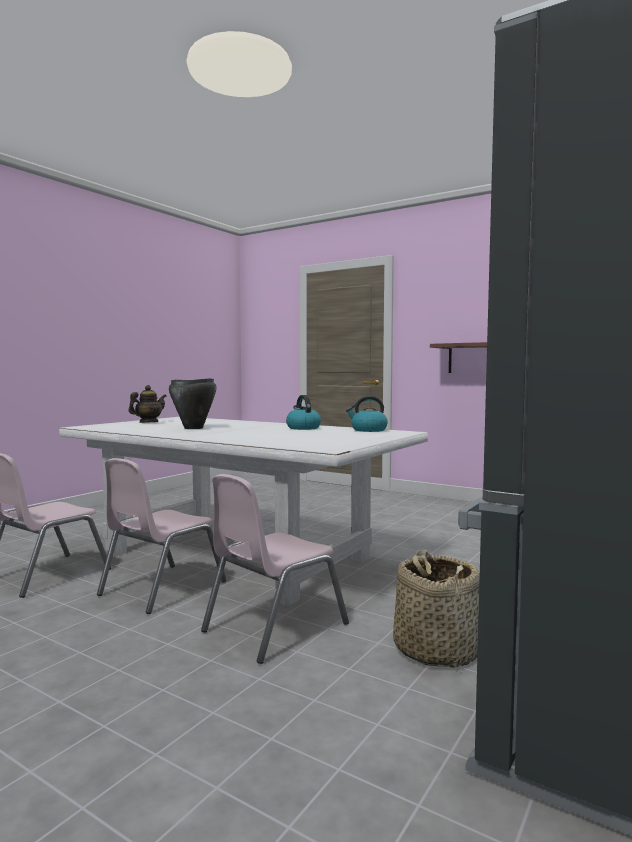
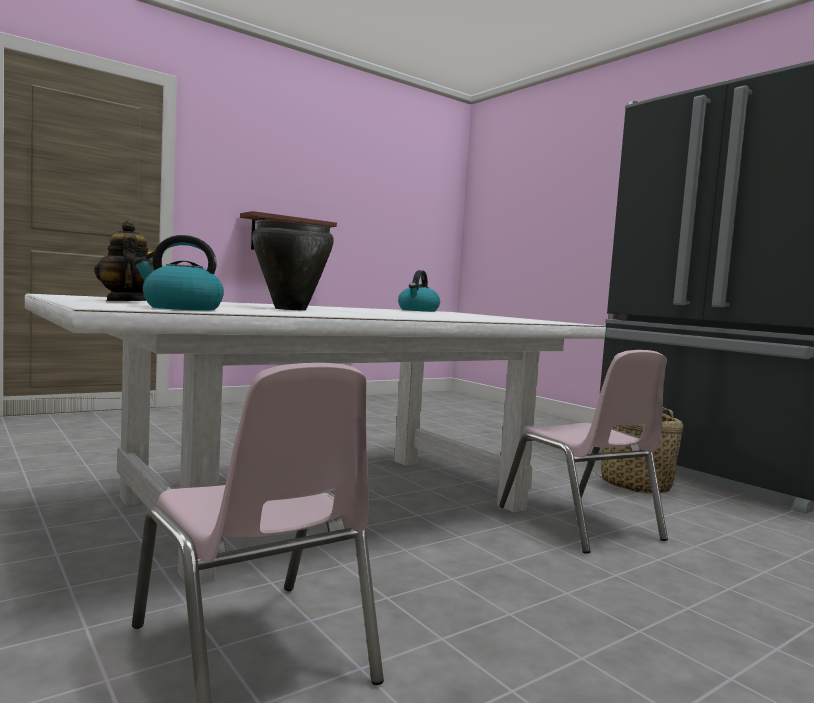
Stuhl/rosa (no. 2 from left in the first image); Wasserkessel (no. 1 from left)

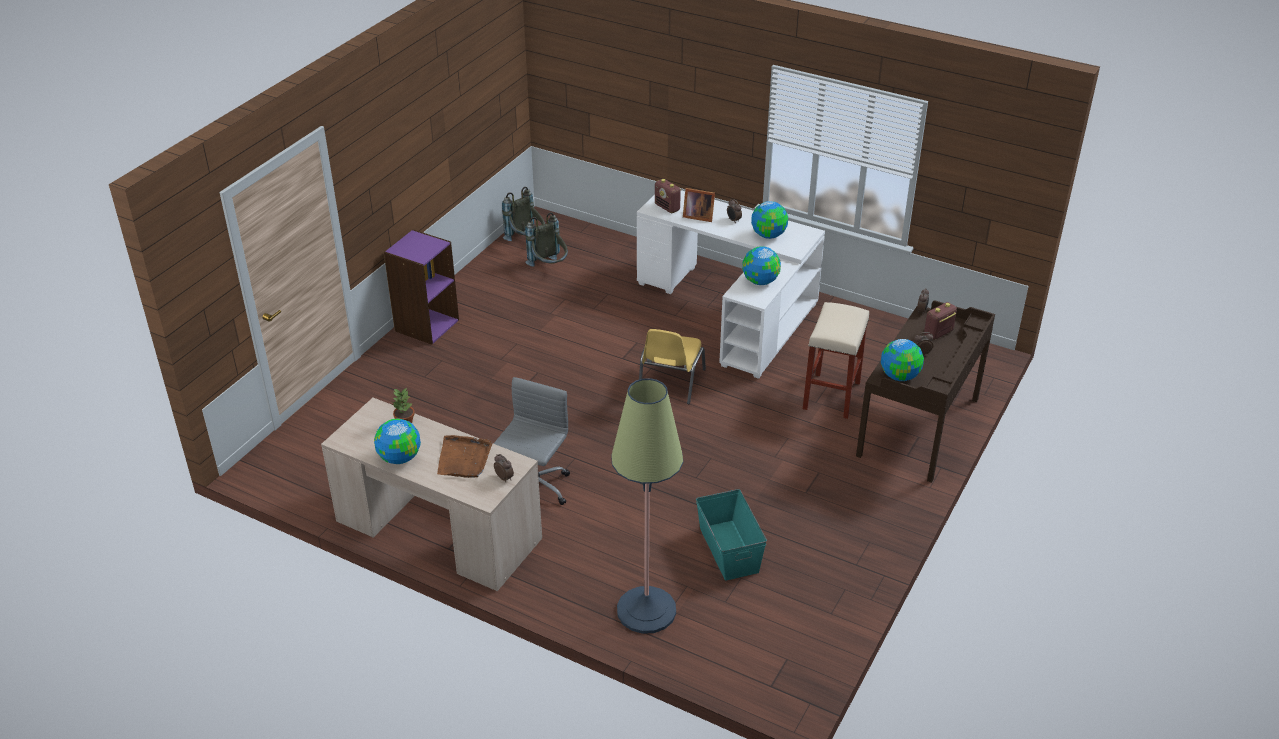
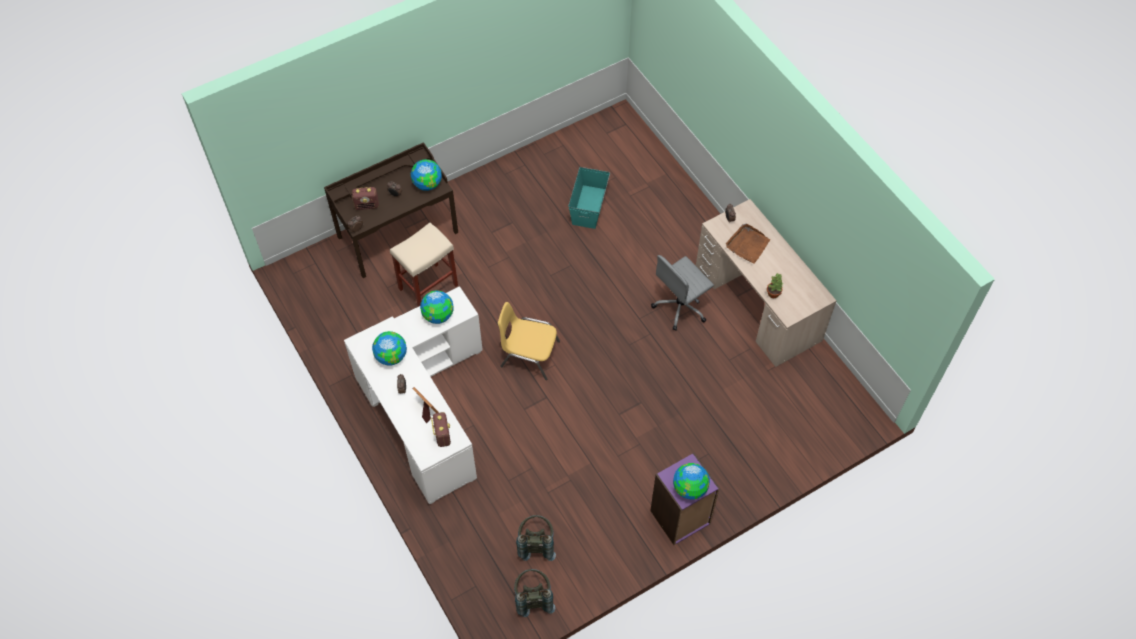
Stehlampe; Globus (no. 4 from left); Stuhl/gelb

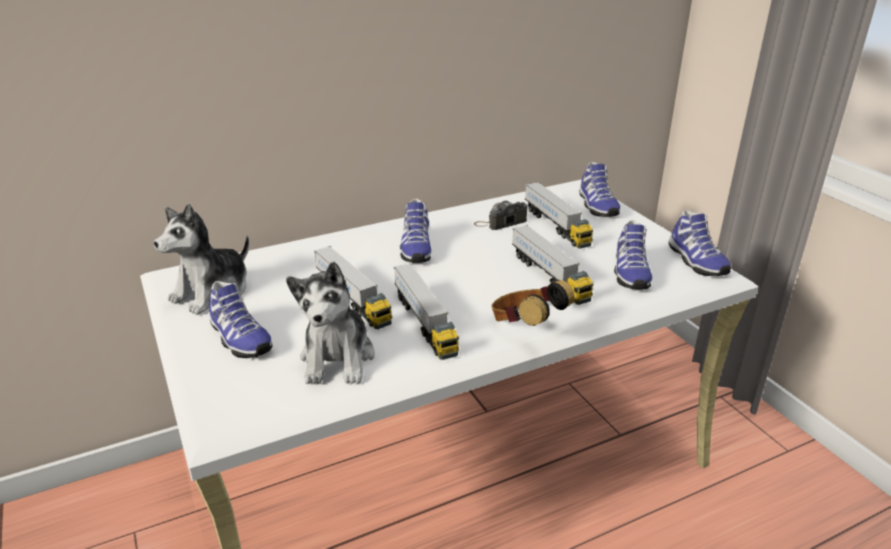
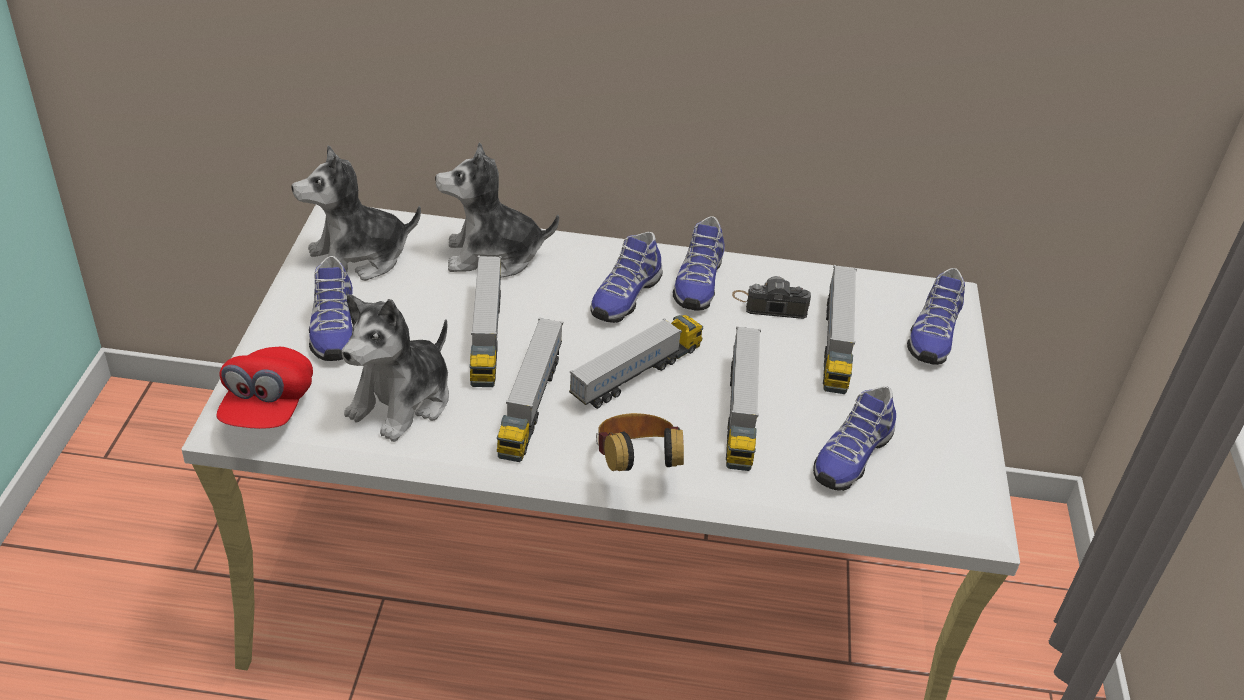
Kappe/rot; Plüschtier (no. 3 from left); Spielzeuglaster (no. 3 from left); Schuh (no. 3 from left)

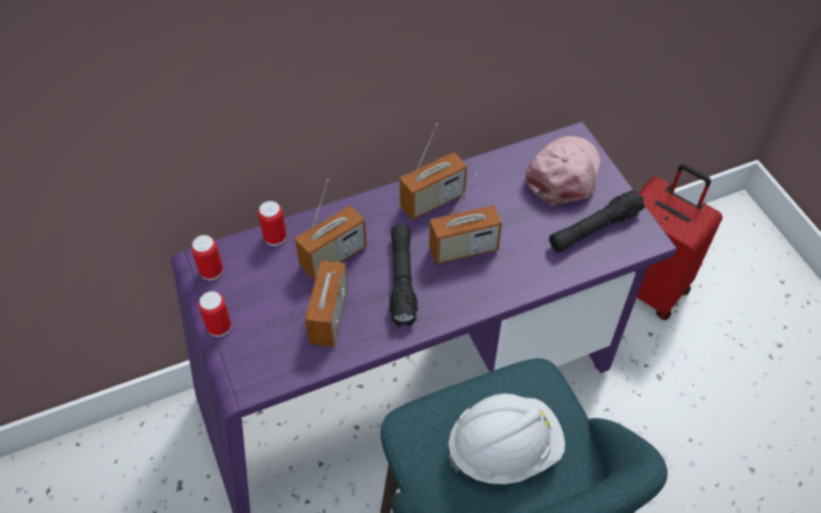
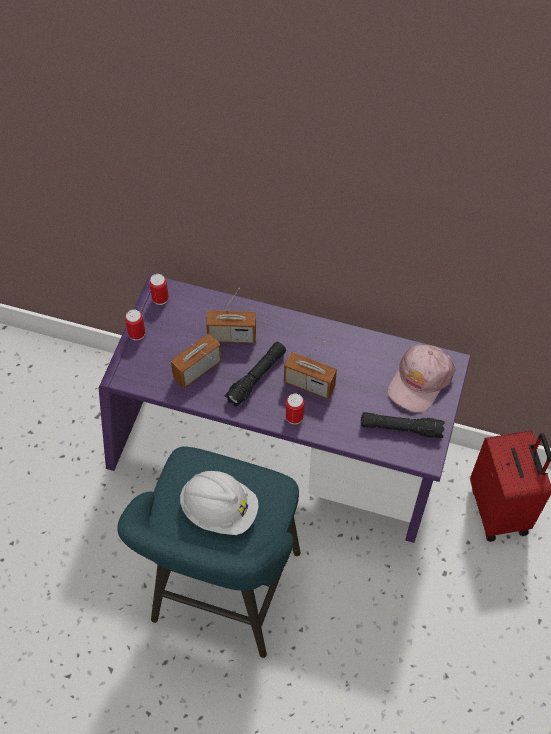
Radio (no. 3 from left in the first image); Dose (no. 3 from left); Kappe/rosa

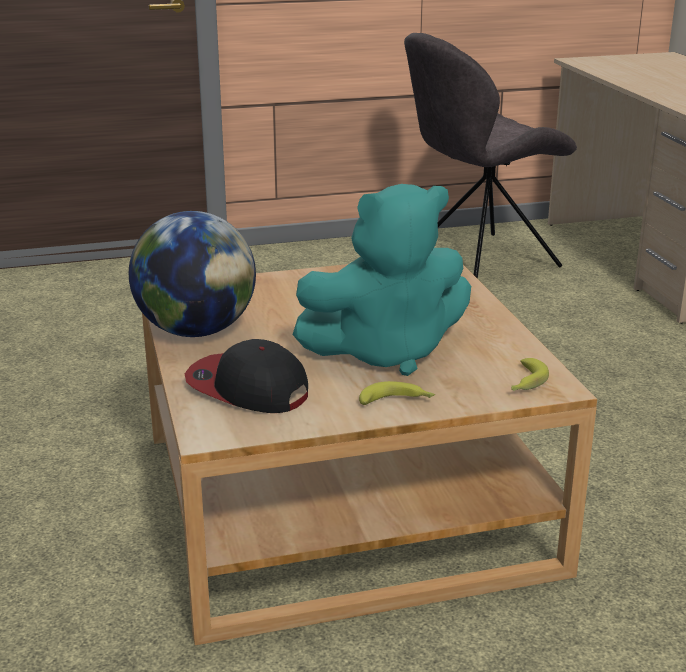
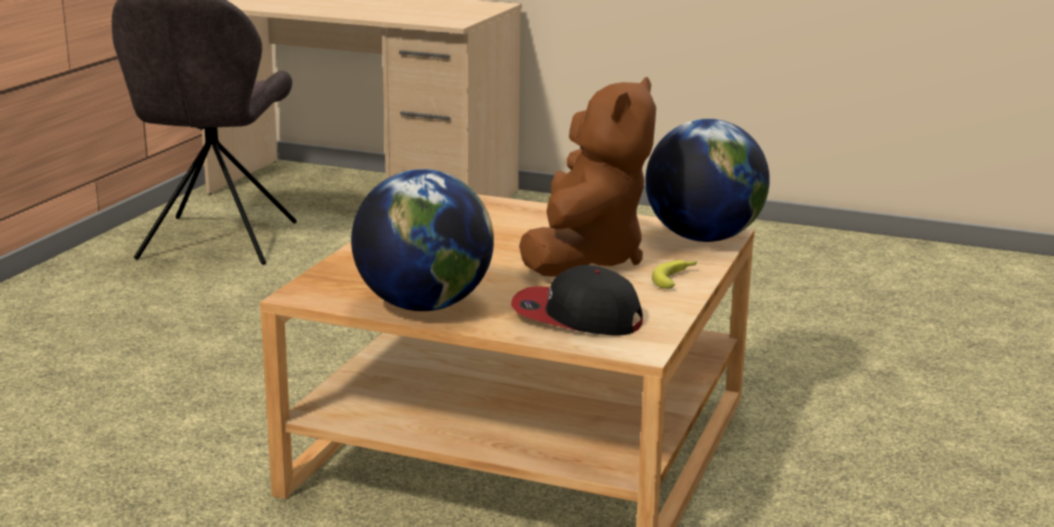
Globus (no. 2 from left); Plüschtier/braun; Kappe

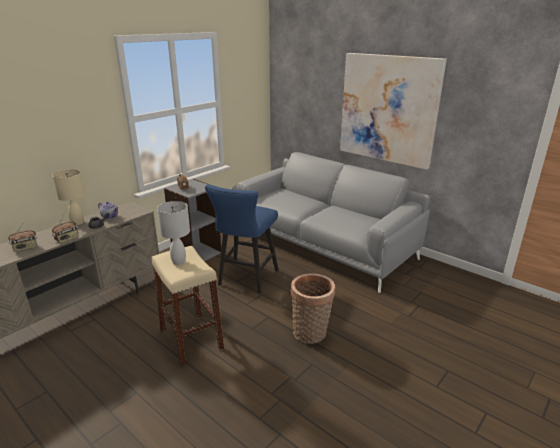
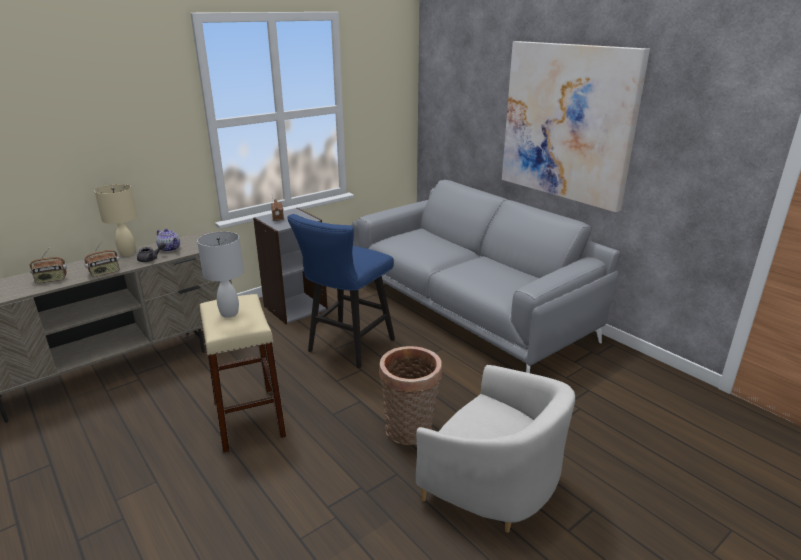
Sessel/weiß

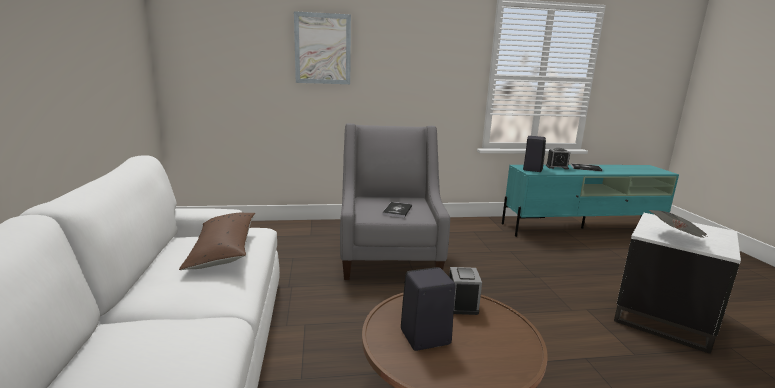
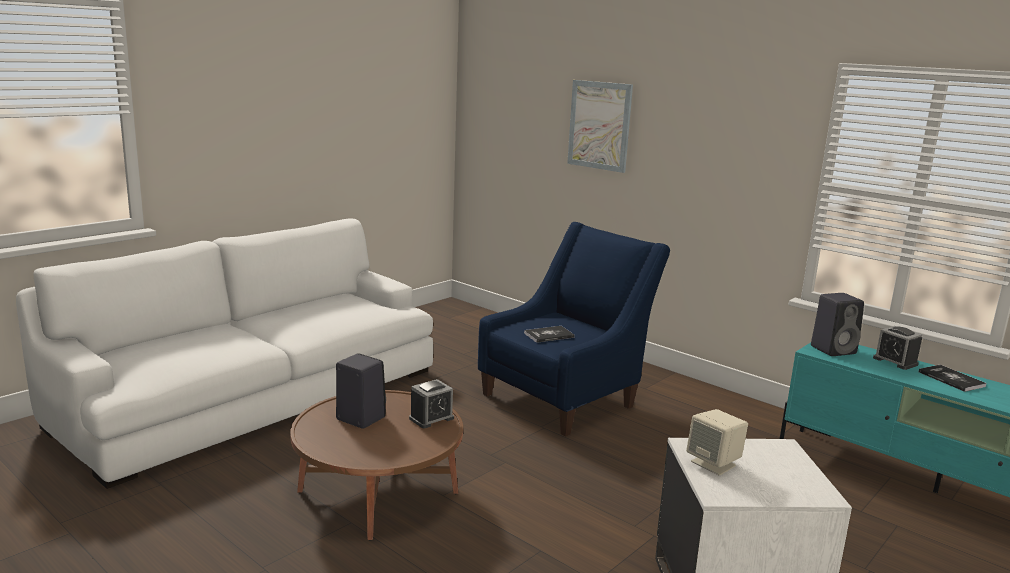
Kissen/braun; Lautsprecher/beige; Sessel/blau

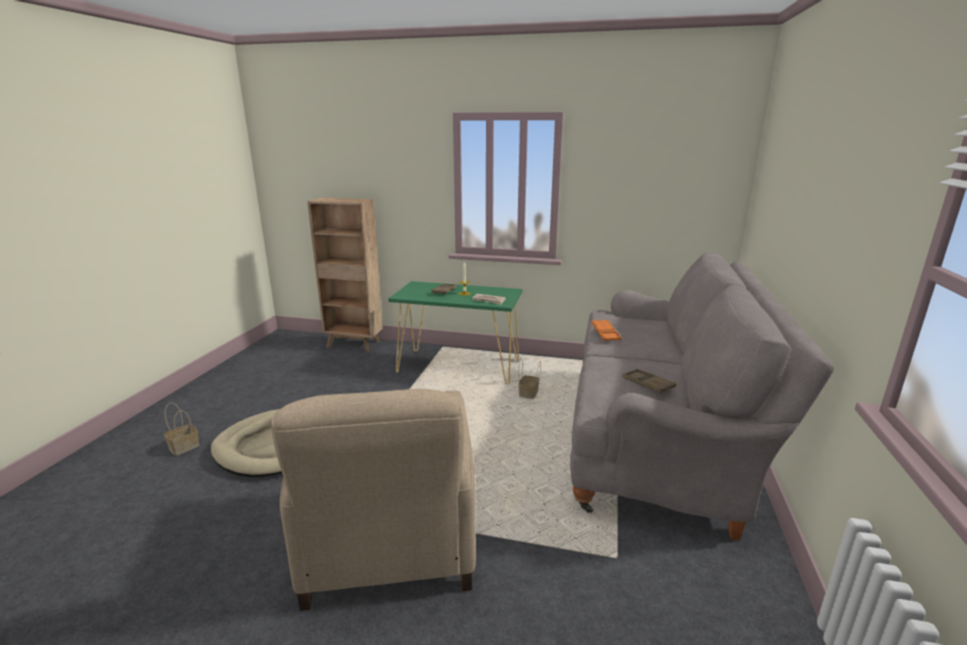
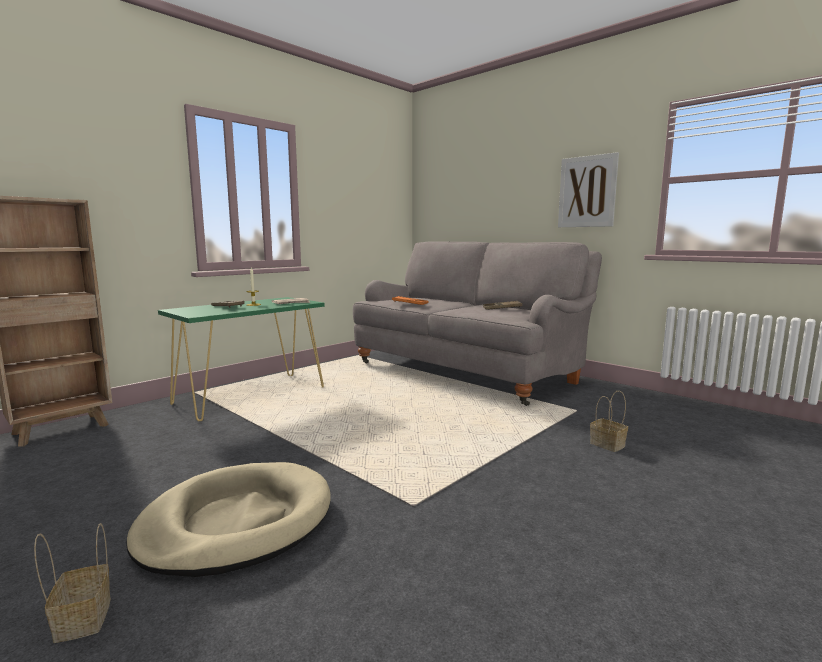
Sessel/beige; Bild; Korb (no. 2 from left)

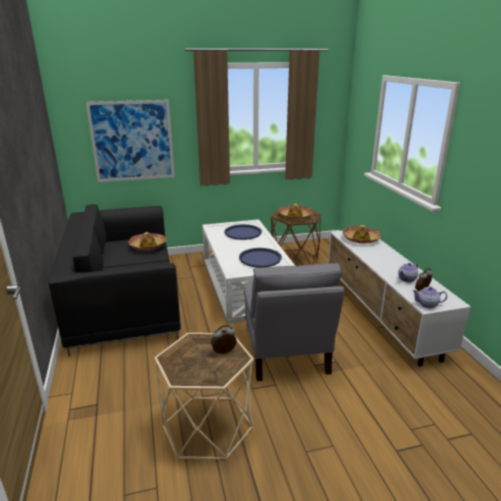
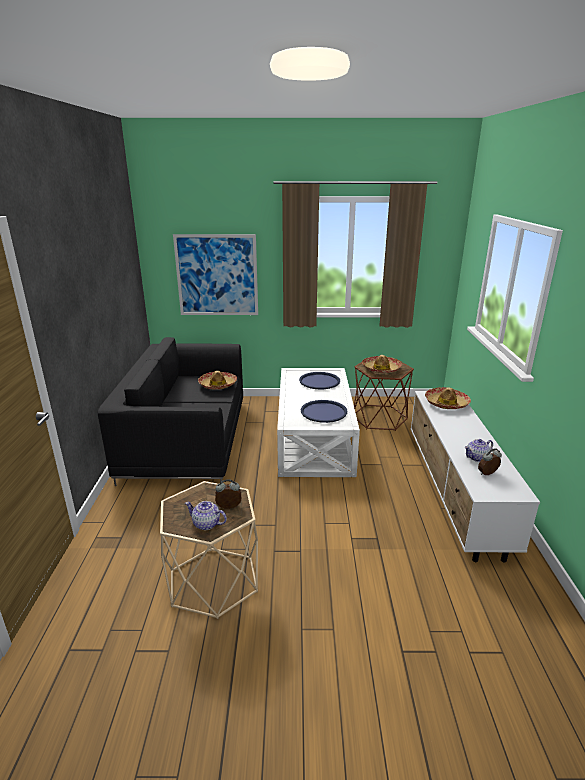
Sessel/grau; Teekanne (no. 1 from left)

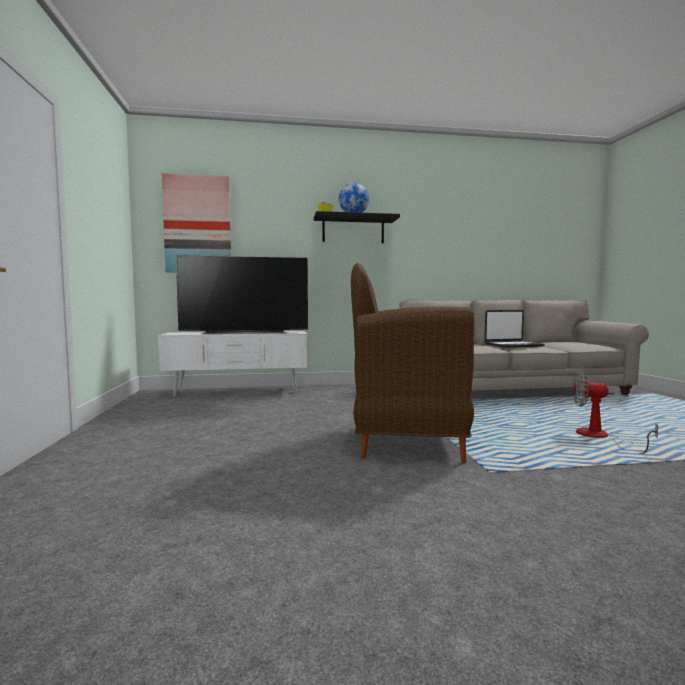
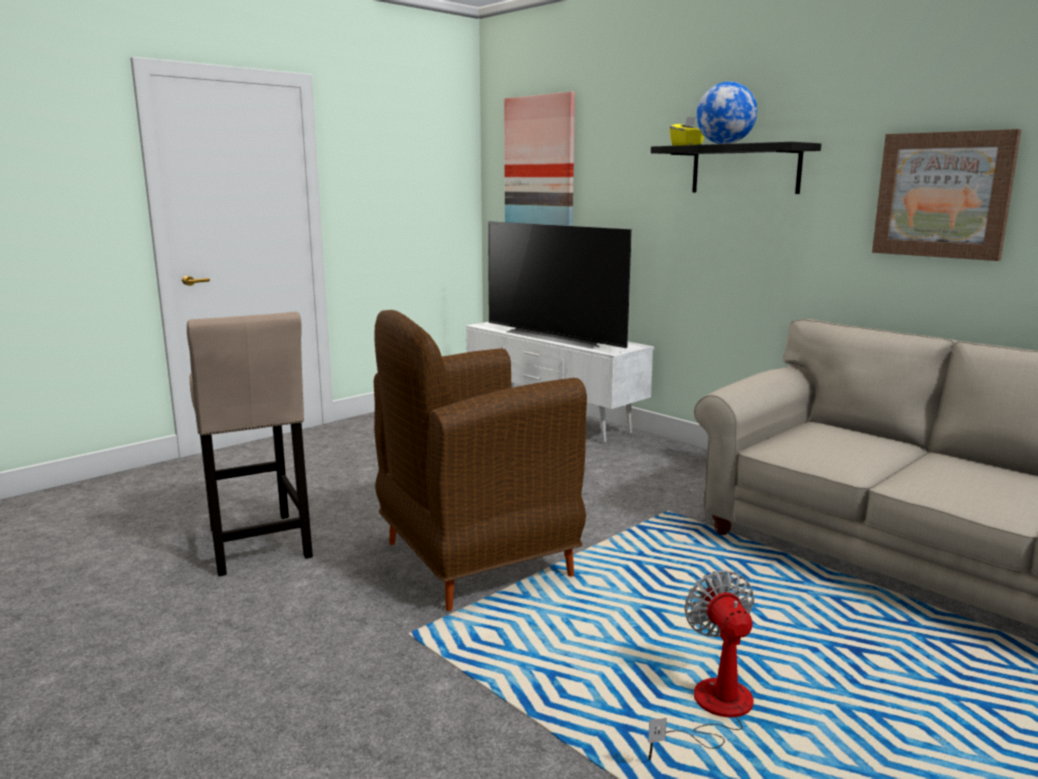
Laptop; Hocker/beige; Bild (no. 2 from left); Sessel/braun

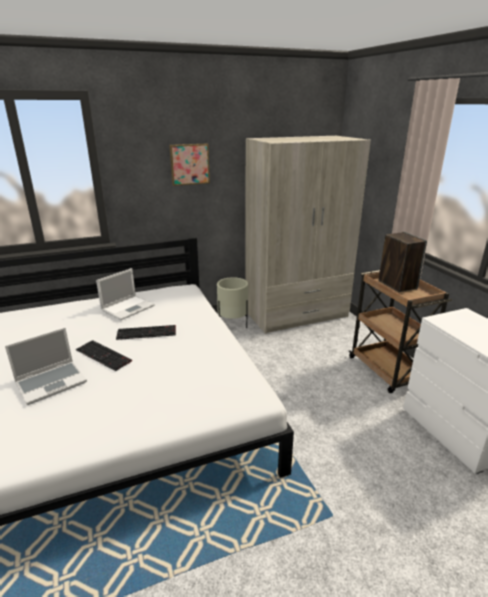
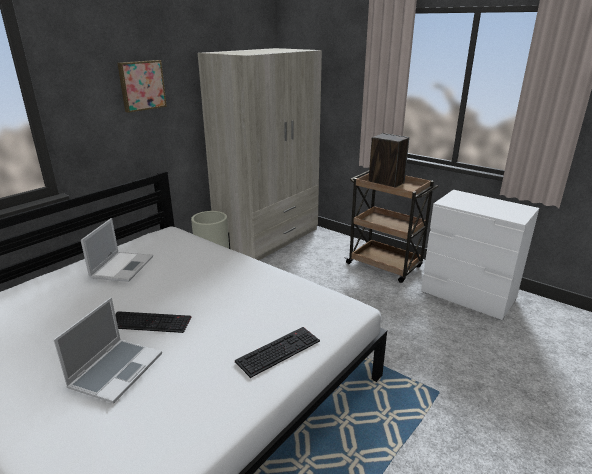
Tastatur (no. 2 from left)

